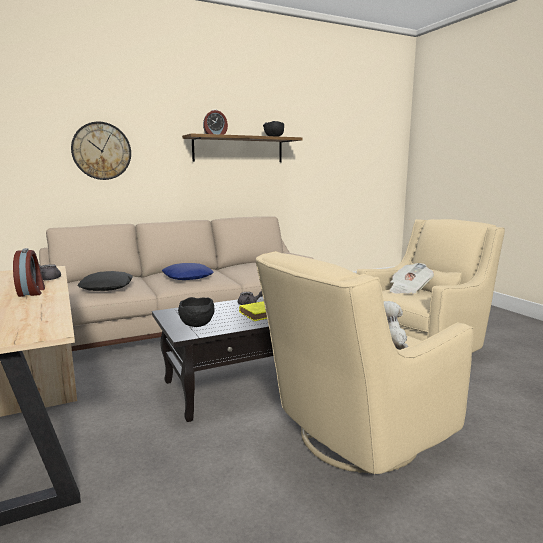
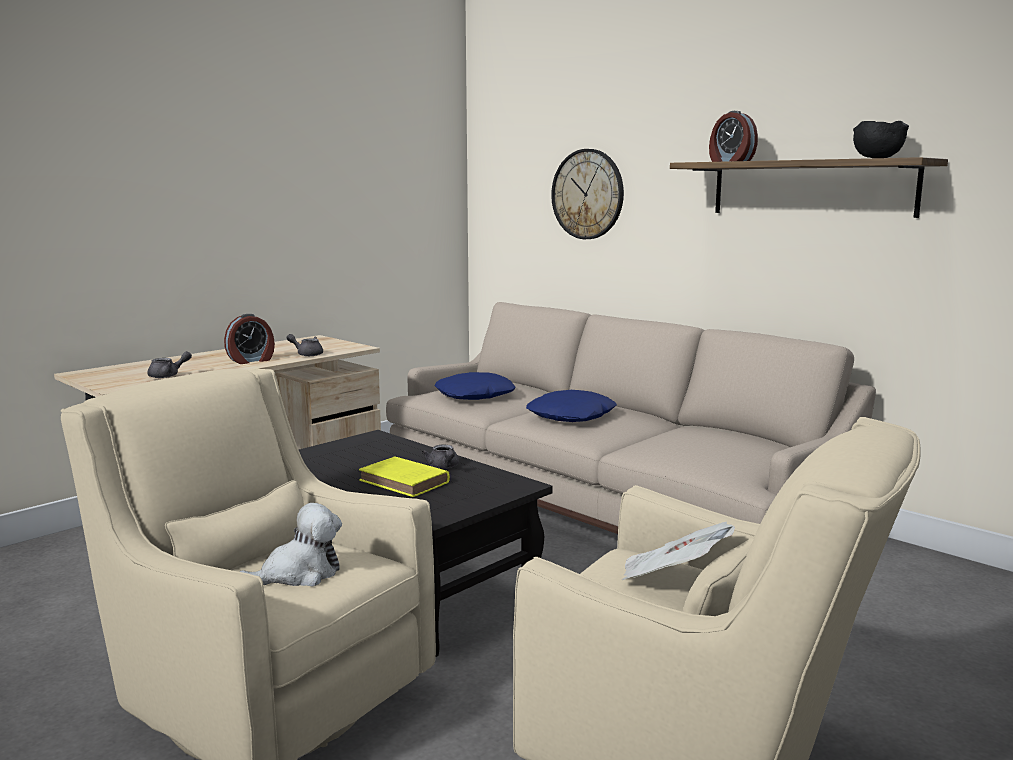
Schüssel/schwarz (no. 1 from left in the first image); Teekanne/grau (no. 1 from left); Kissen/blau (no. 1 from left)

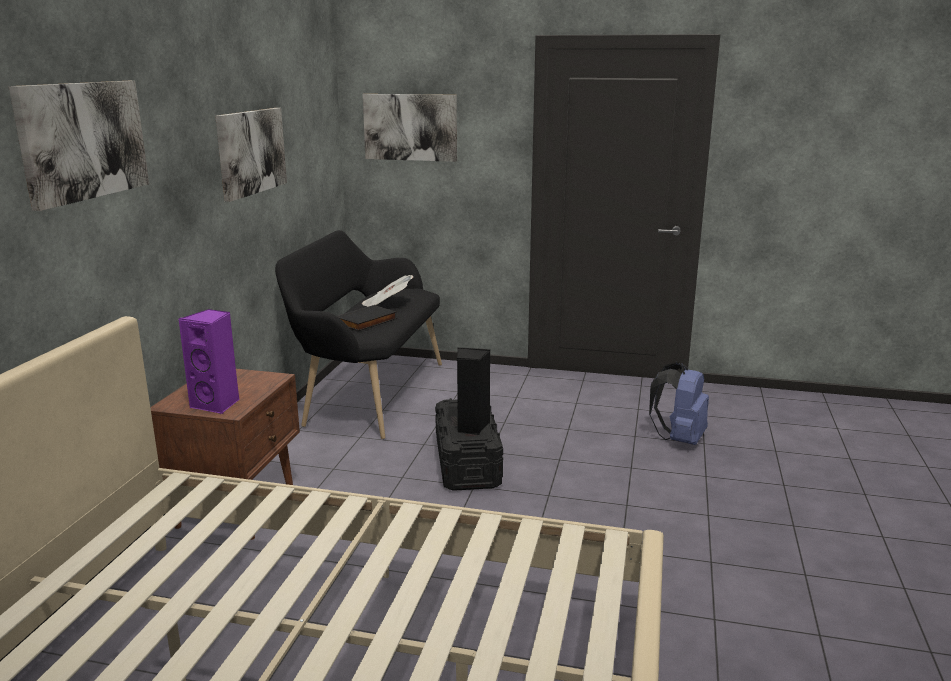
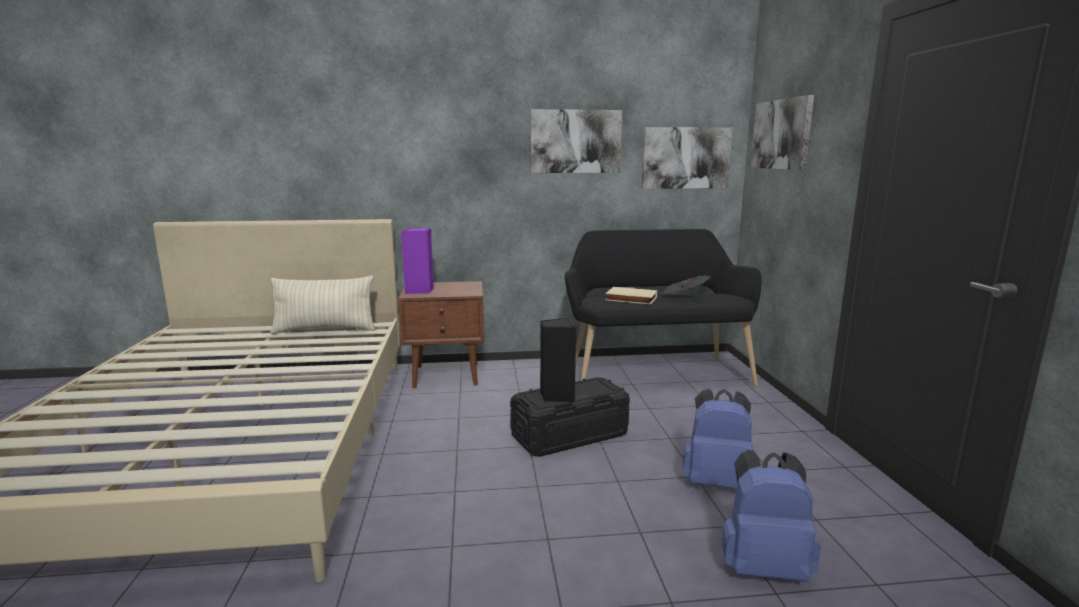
Kissen/beige; Rucksack/blau (no. 1 from left); Bild (no. 2 from left); Buch/beige

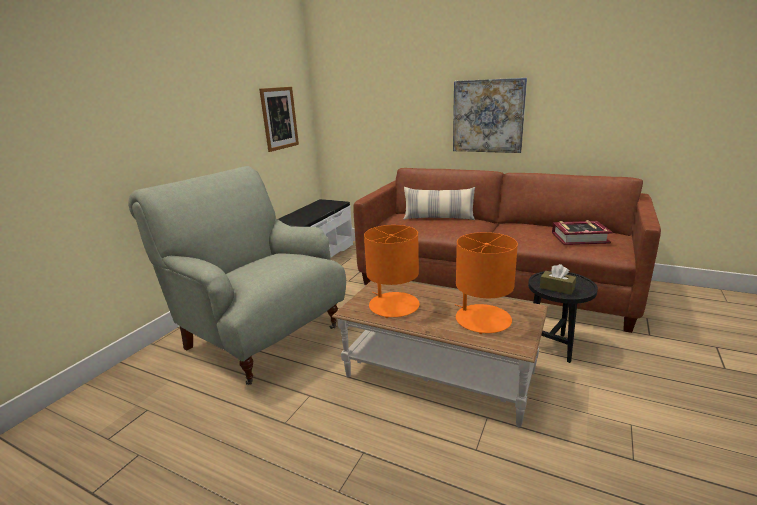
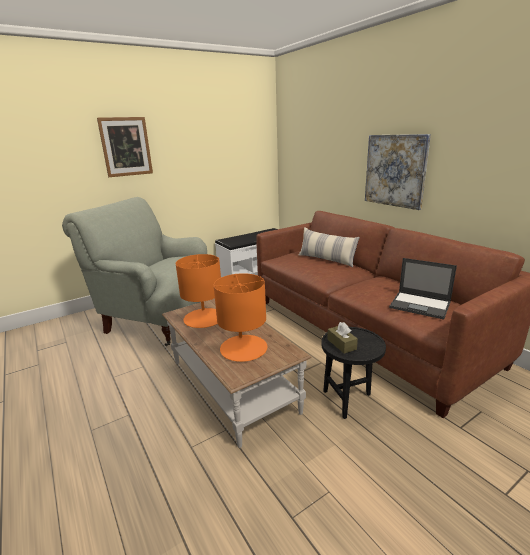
Bild (no. 1 from left); Laptop; Sessel/grau

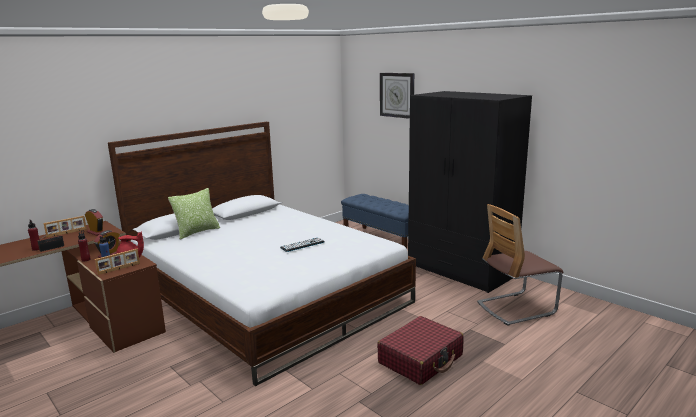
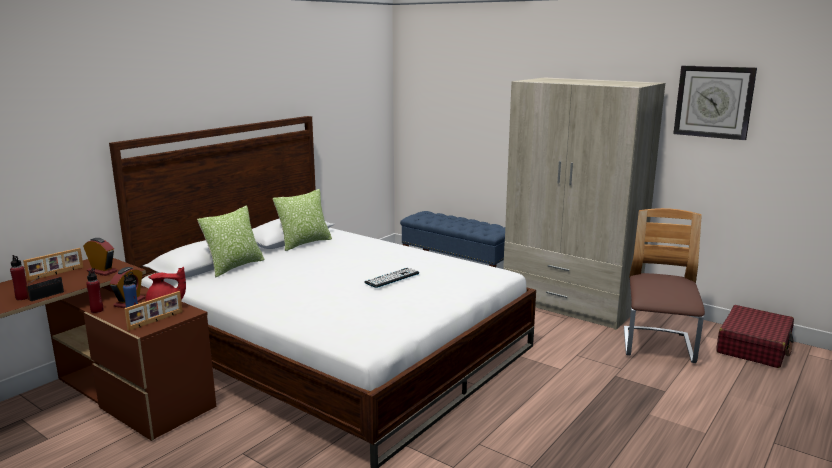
Kissen (no. 2 from left); Koffer/rot; Wanduhr; Kleiderschrank/beige; Stuhl

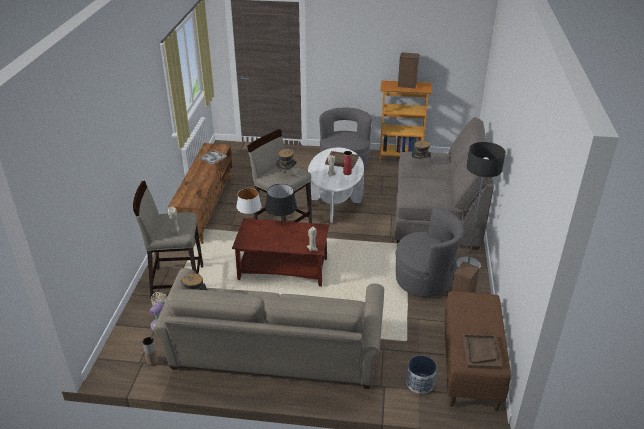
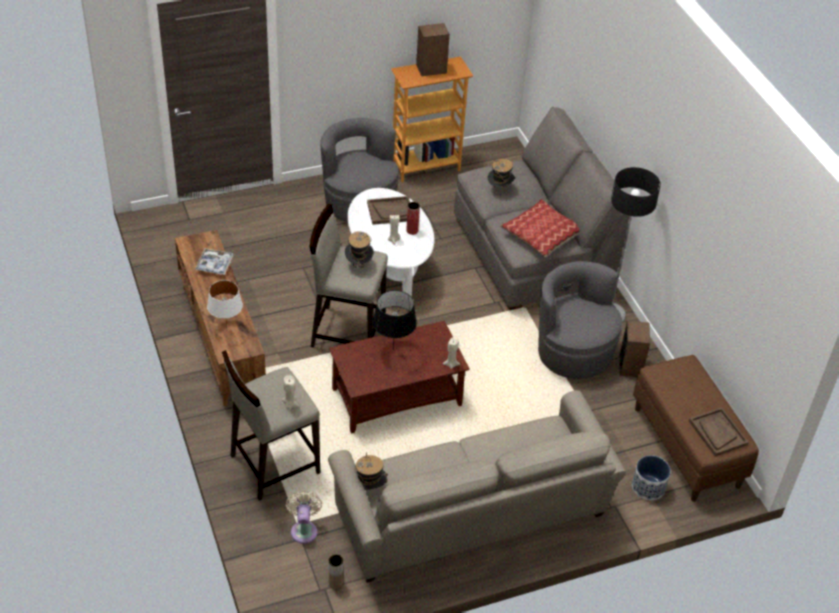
Kissen; Tischlampe/weiß; Sessel/grau (no. 2 from left)

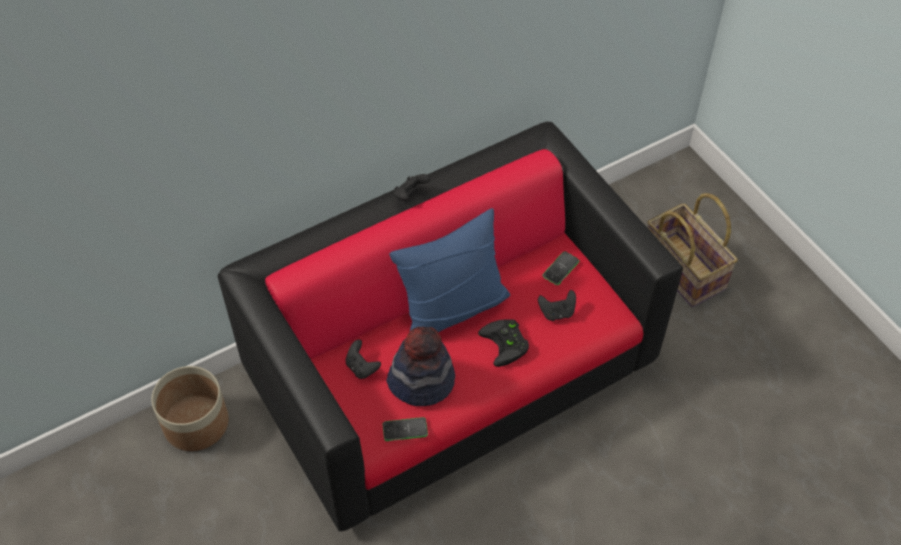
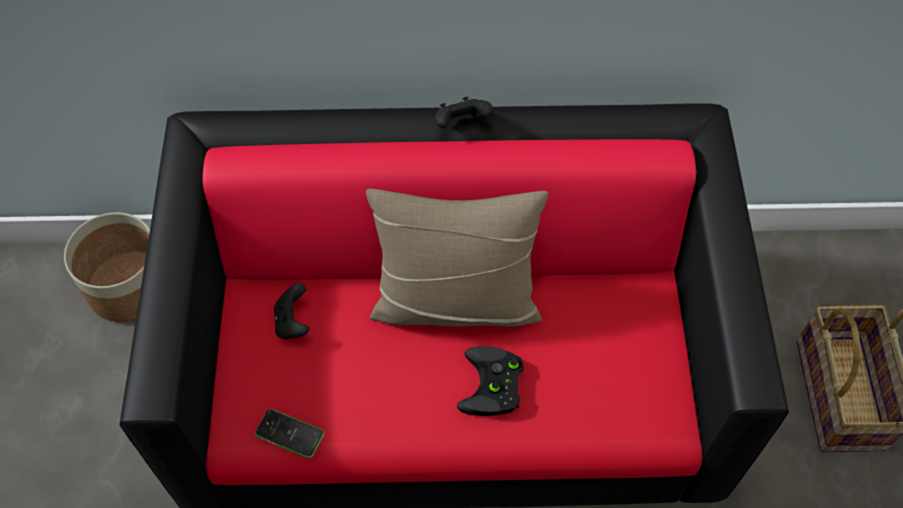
Hut; Gamepad/schwarz (no. 4 from left in the first image); Handy (no. 2 from left in the first image); Kissen/beige

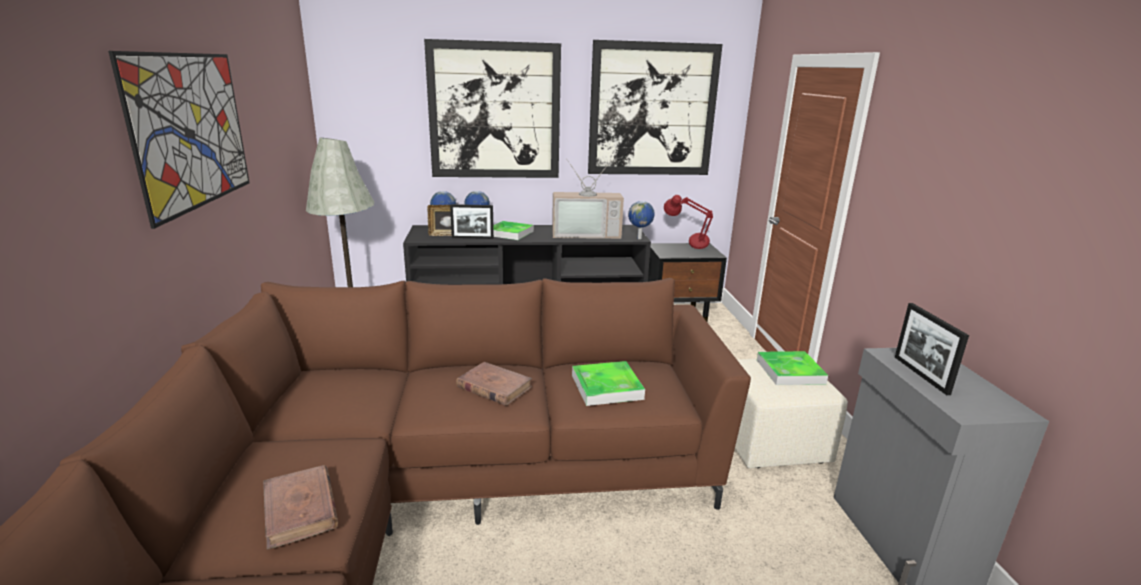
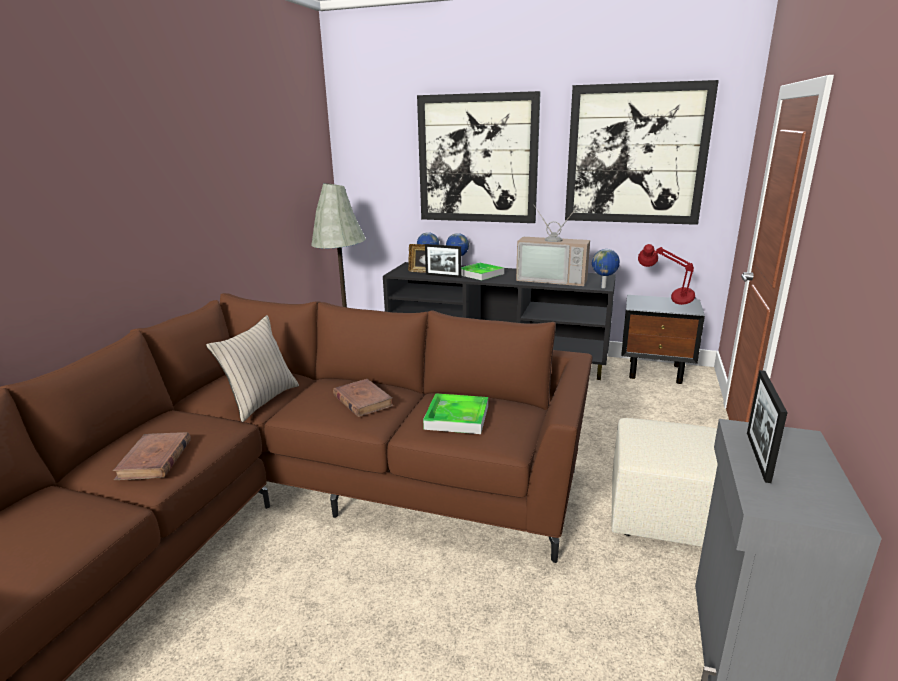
Bild (no. 1 from left in the first image); Tablett (no. 3 from left in the first image); Kissen/beige

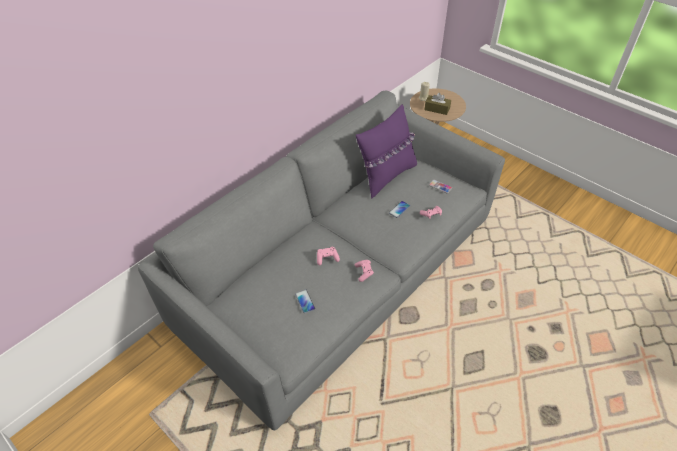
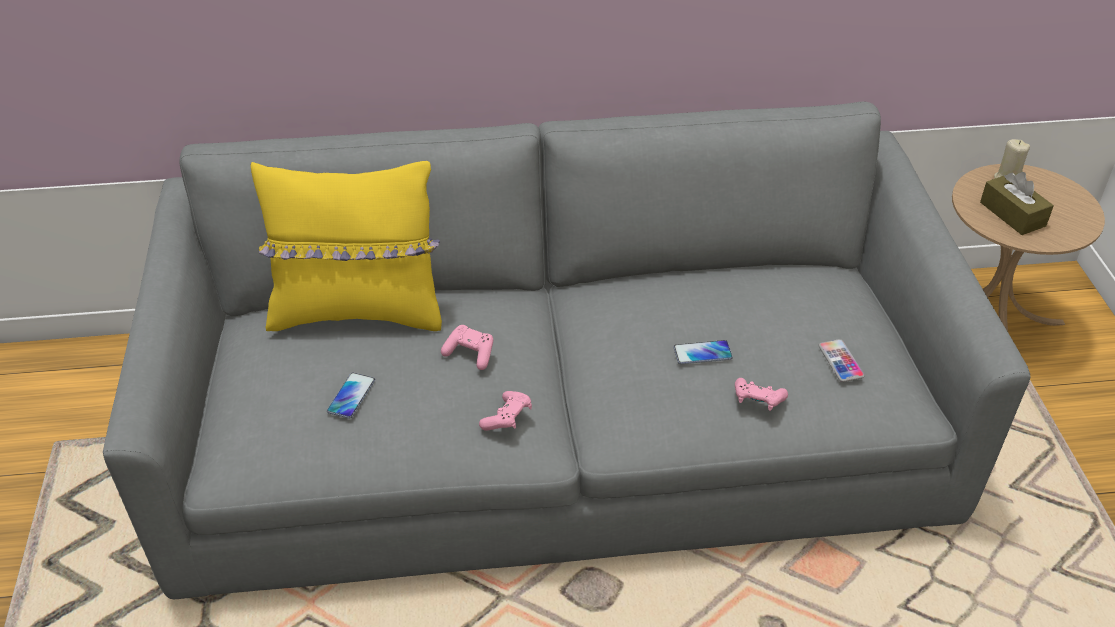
Kissen/lila; Kissen/gelb

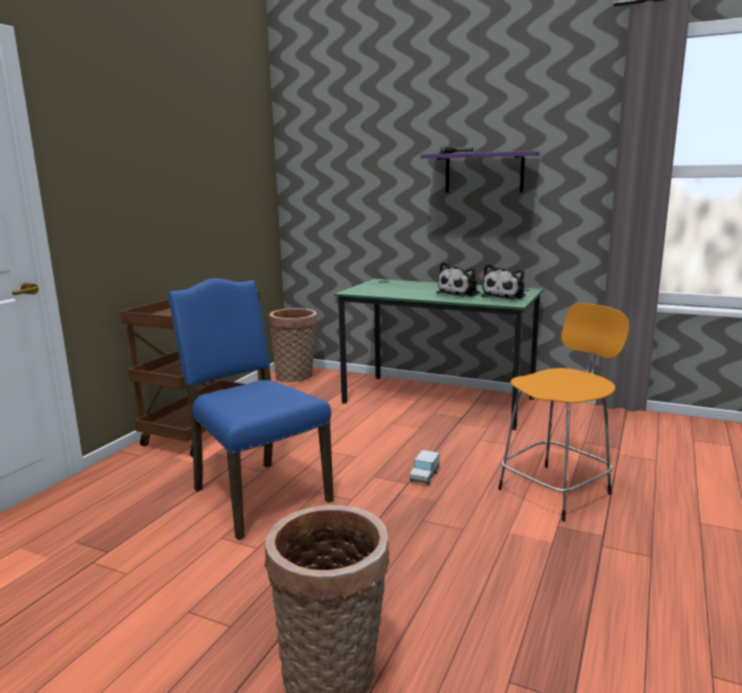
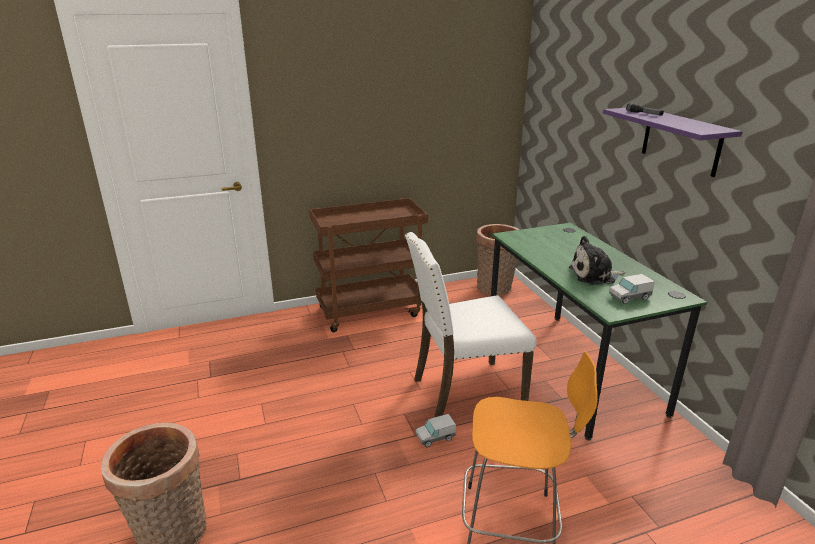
Stuhl/blau; Stuhl/weiß; Spielzeuglaster (no. 2 from left)

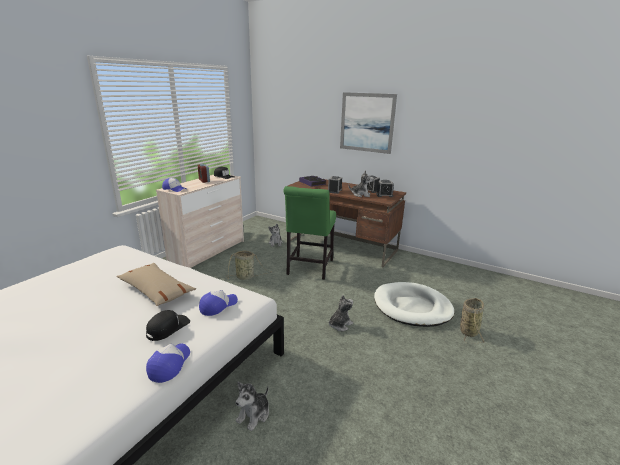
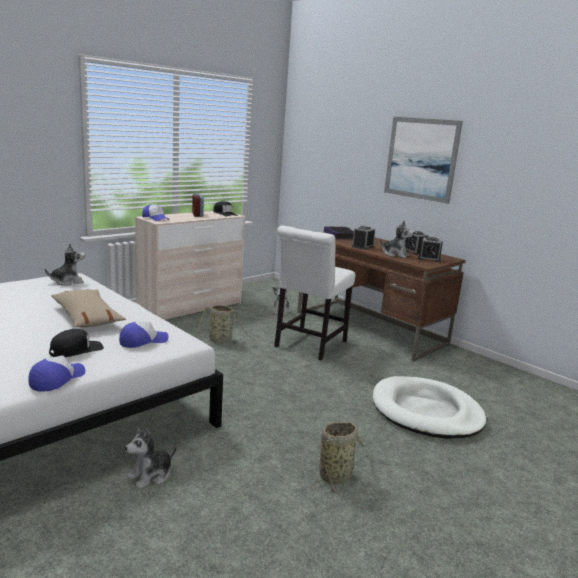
Plüschtier (no. 1 from left); Korb (no. 2 from left); Stuhl/weiß

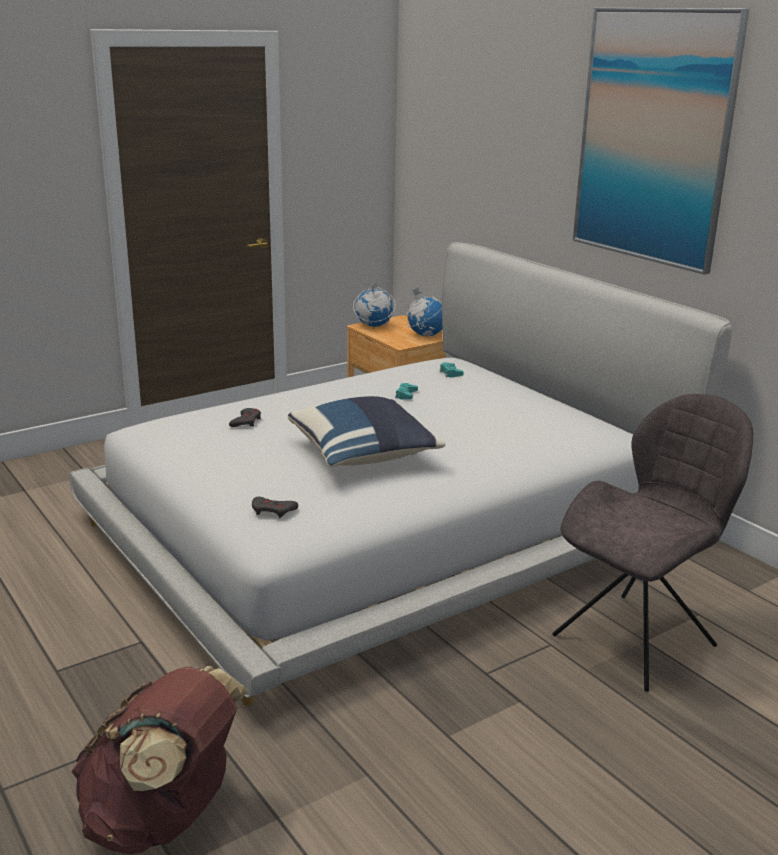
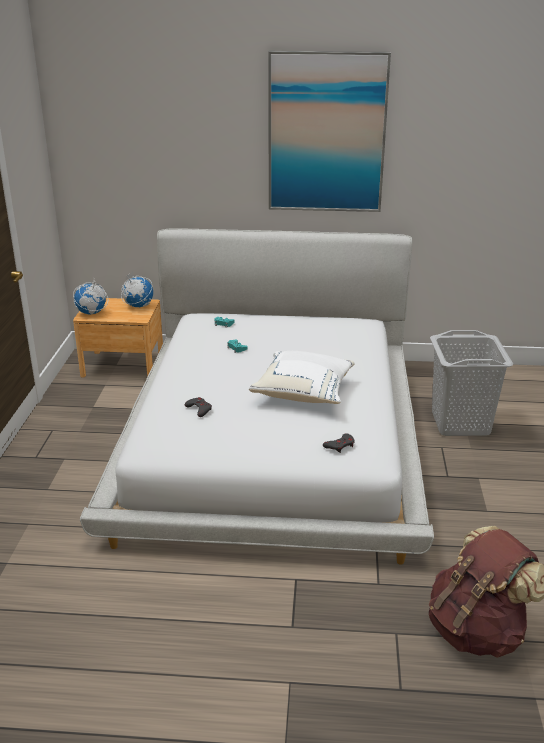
Wäschekorb/grau; Kissen/weiß

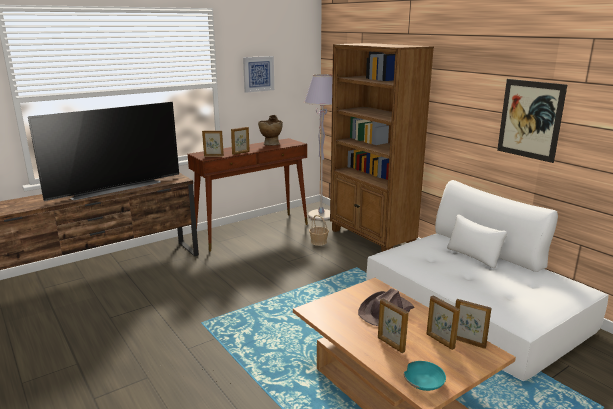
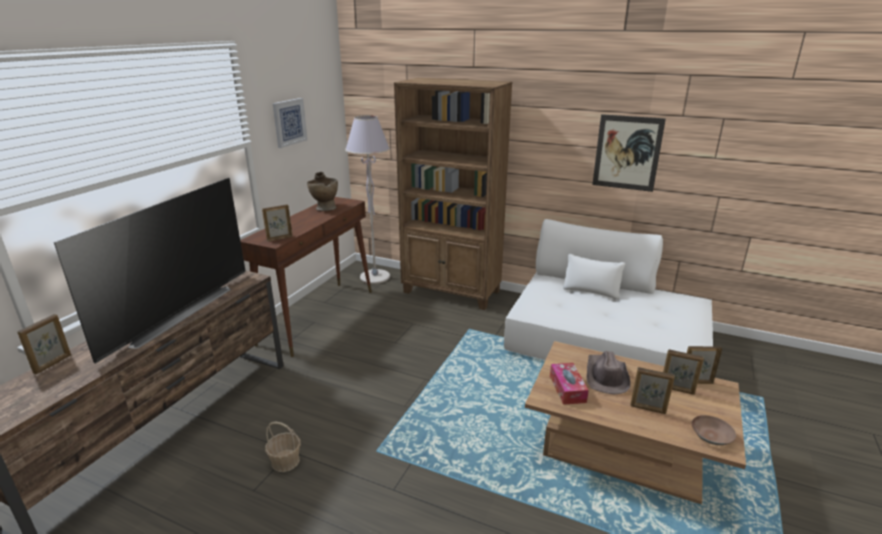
Taschentuchbox; Bilderrahmen (no. 1 from left); Korb; Schüssel/braun

